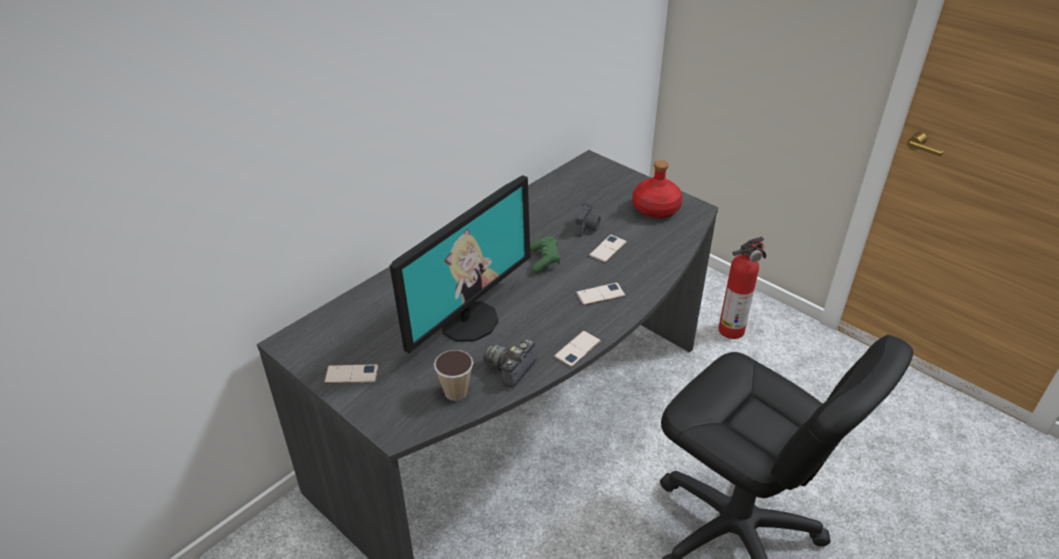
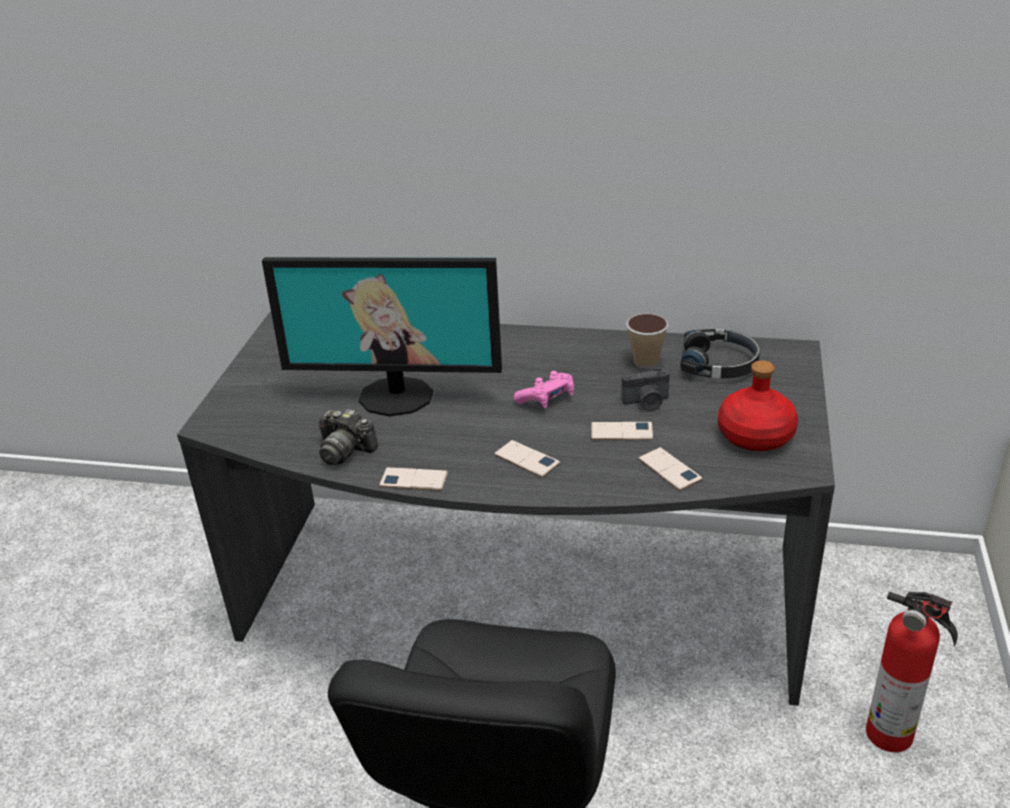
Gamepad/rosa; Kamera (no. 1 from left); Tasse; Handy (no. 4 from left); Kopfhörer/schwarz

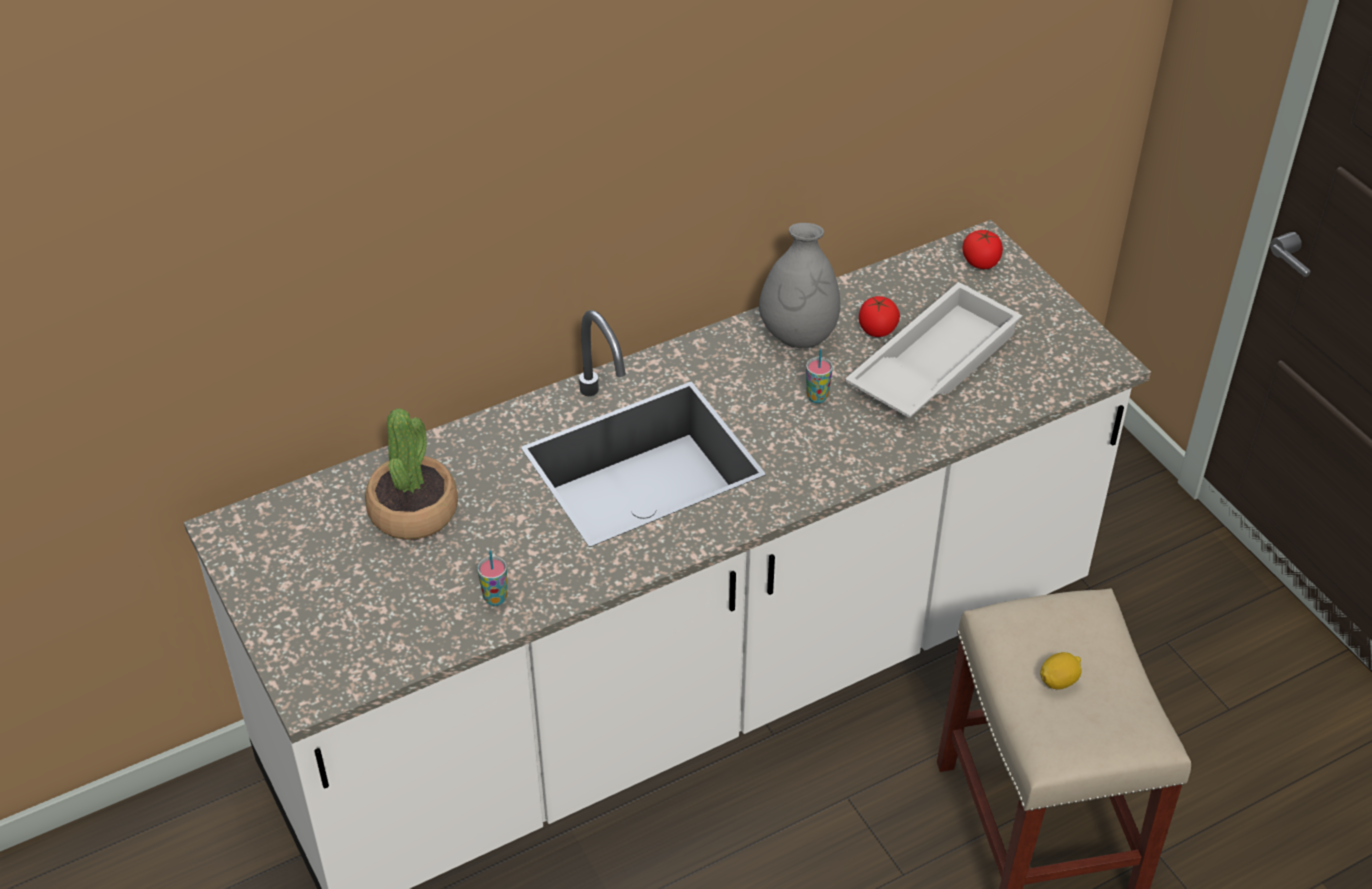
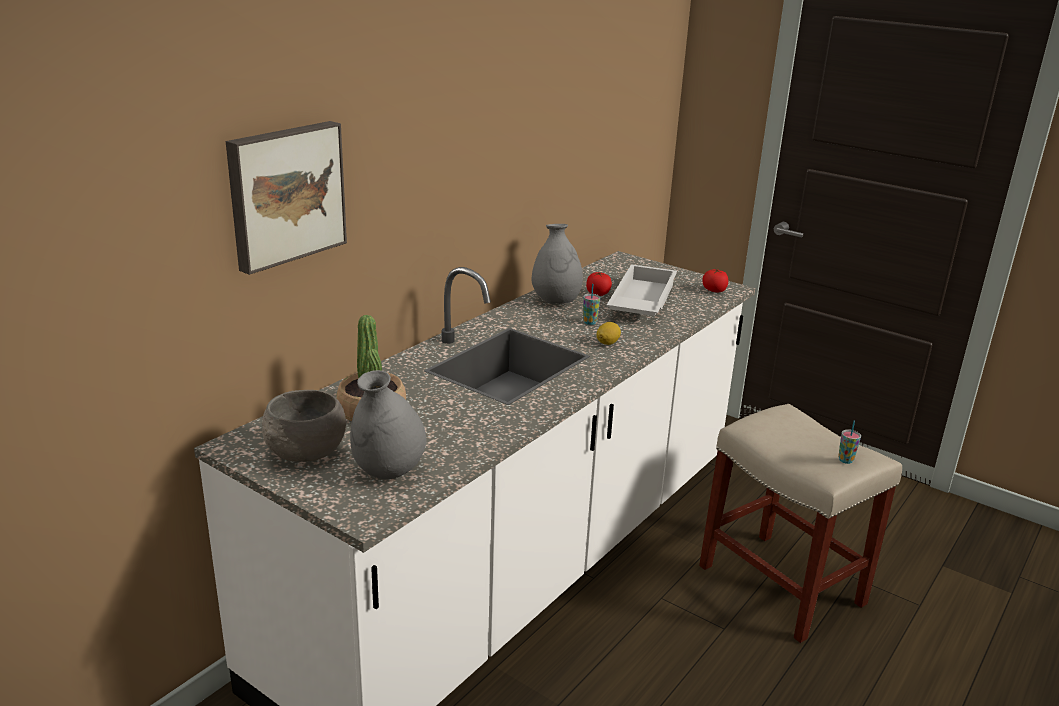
Tomate (no. 2 from left); Tasse (no. 2 from left); Zitrone; Bild; Vase/grau (no. 1 from left); Schüssel/grau

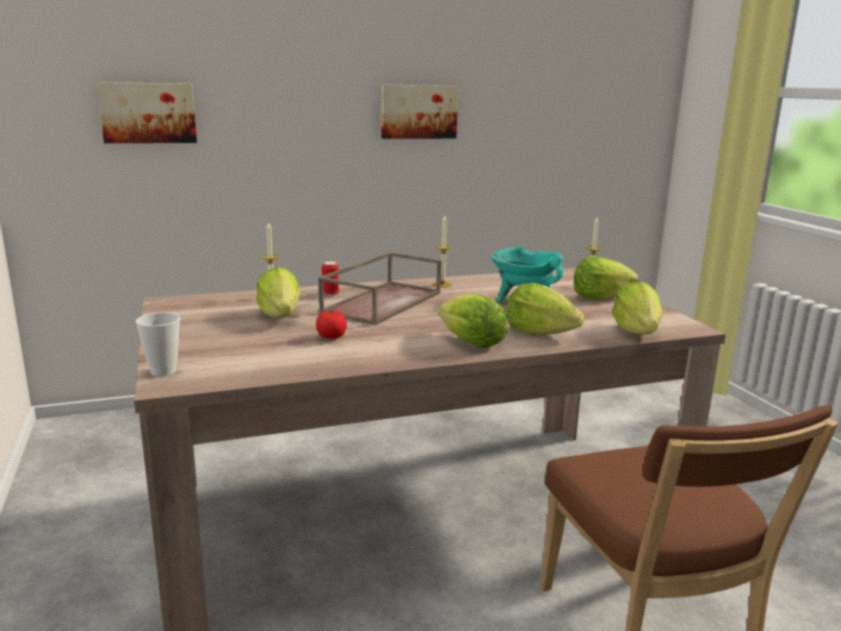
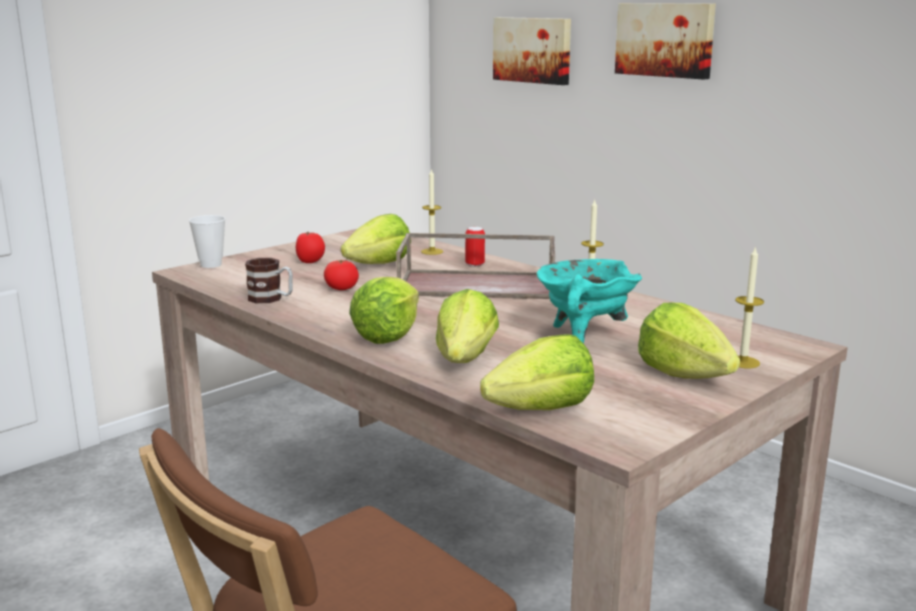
Bild (no. 2 from left); Tomate (no. 1 from left); Henkelbecher

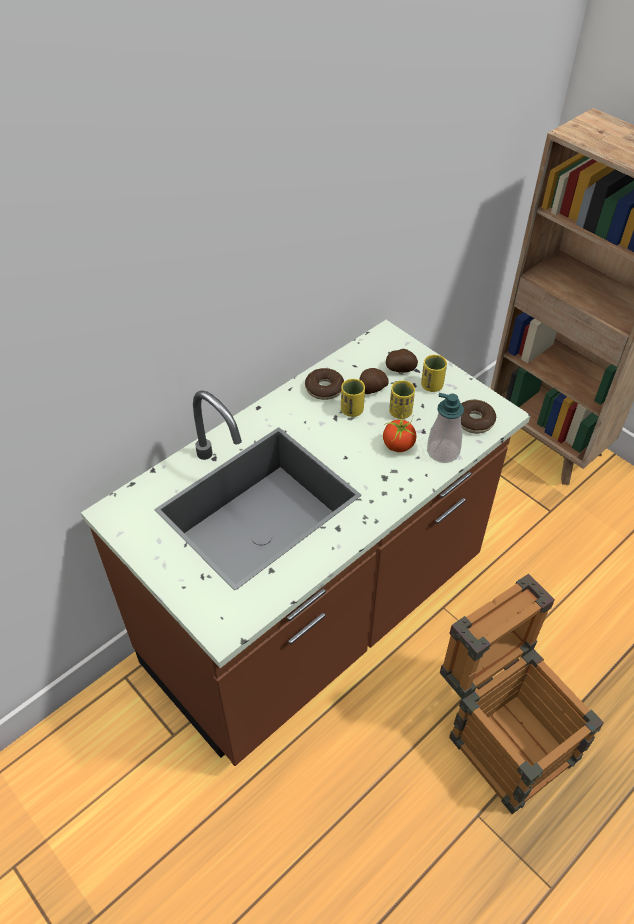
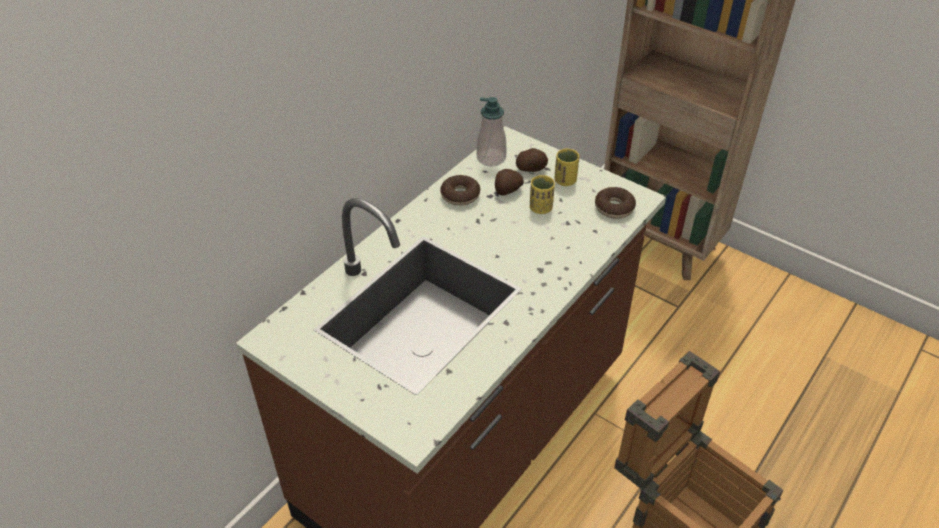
Tasse/gelb (no. 1 from left in the first image); Seifenspender; Tomate

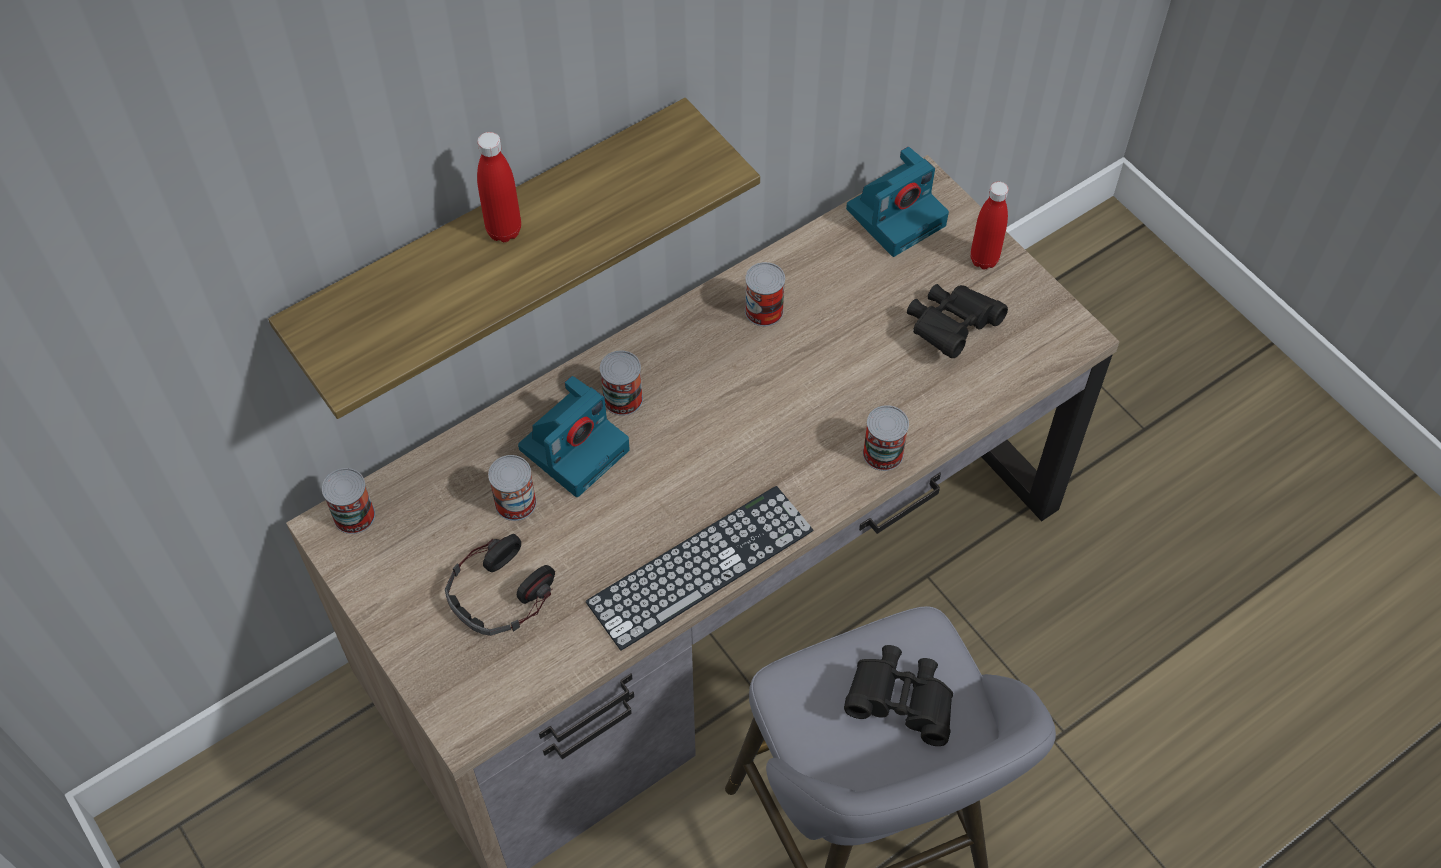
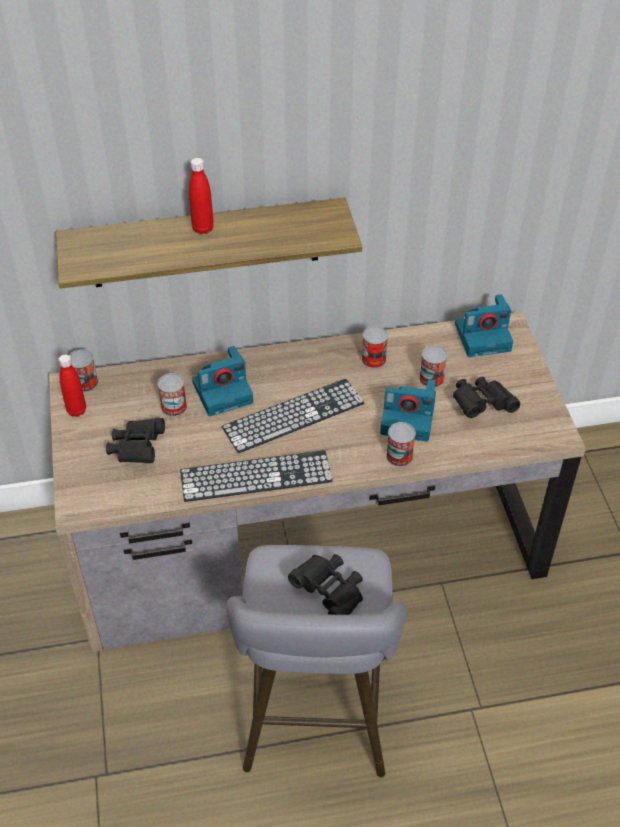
Flasche/rot (no. 1 from left); Dose (no. 5 from left); Fernglas/schwarz (no. 1 from left); Tastatur (no. 2 from left); Kamera (no. 2 from left)

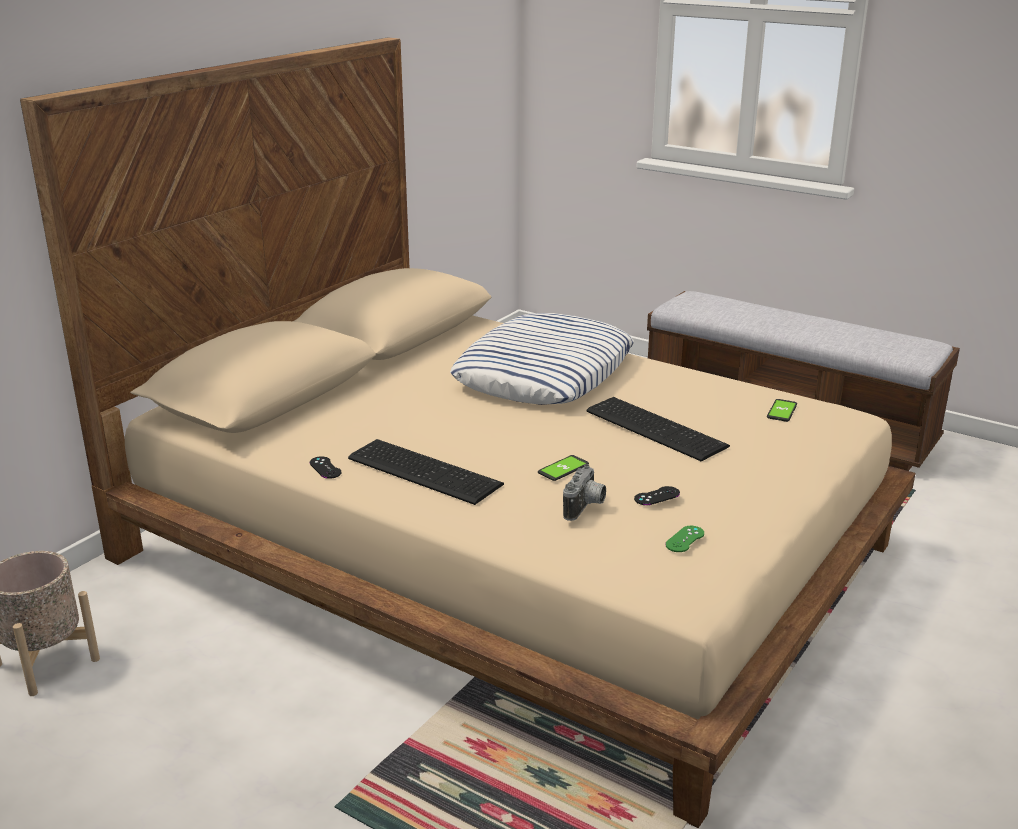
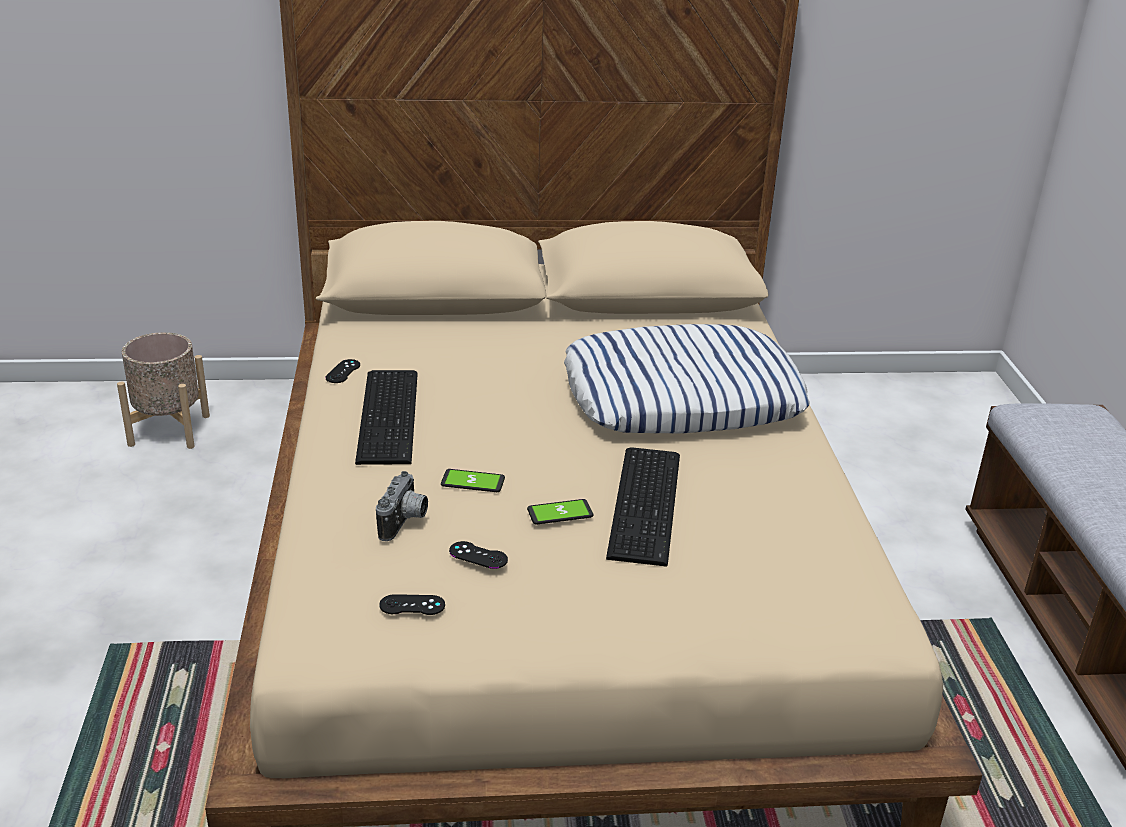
Handy (no. 2 from left); Kamera; Gamepad/schwarz (no. 2 from left)

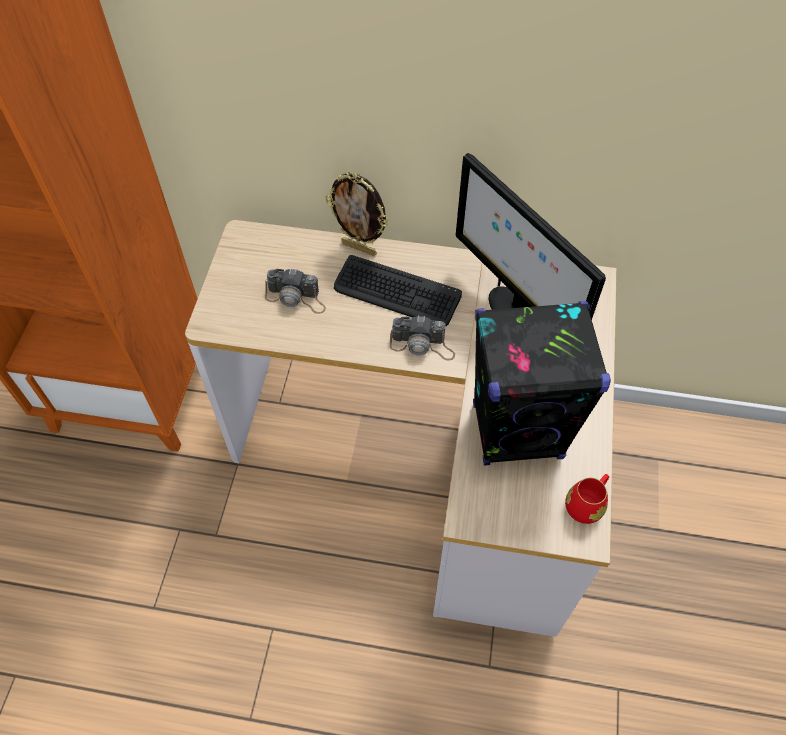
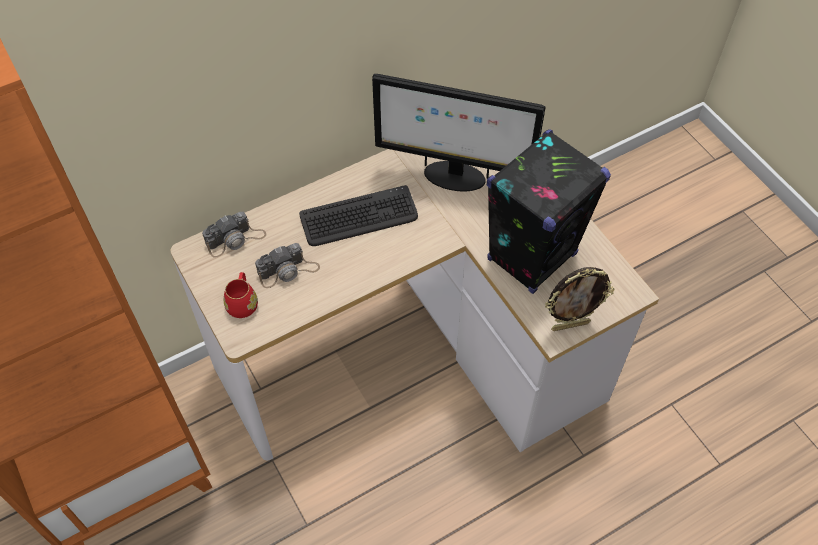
Bilderrahmen; Kamera (no. 1 from left); Henkelbecher/rot

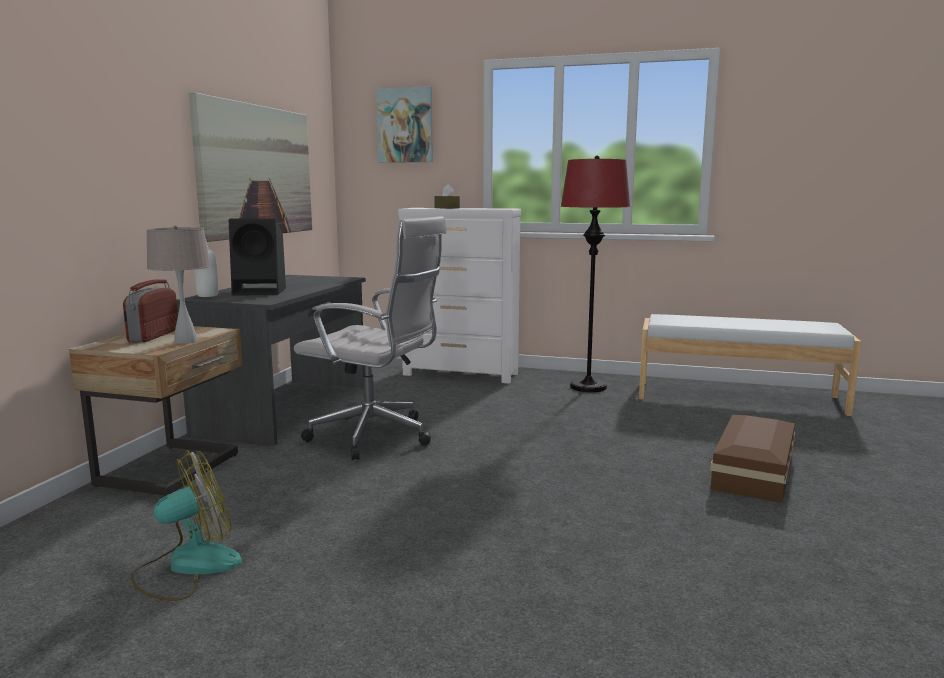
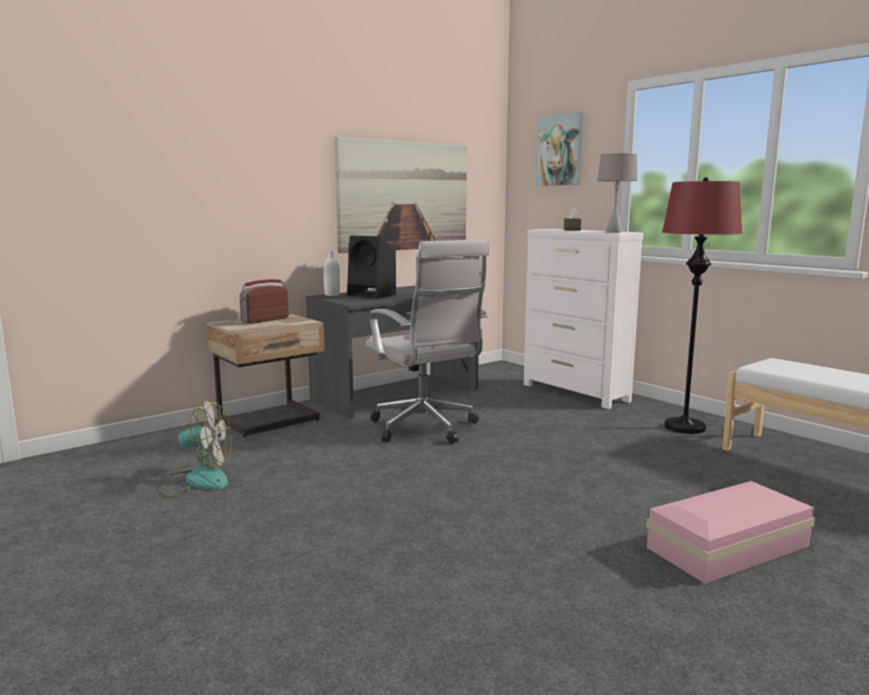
Tischlampe/beige; Aufbewahrungsbox/rosa

